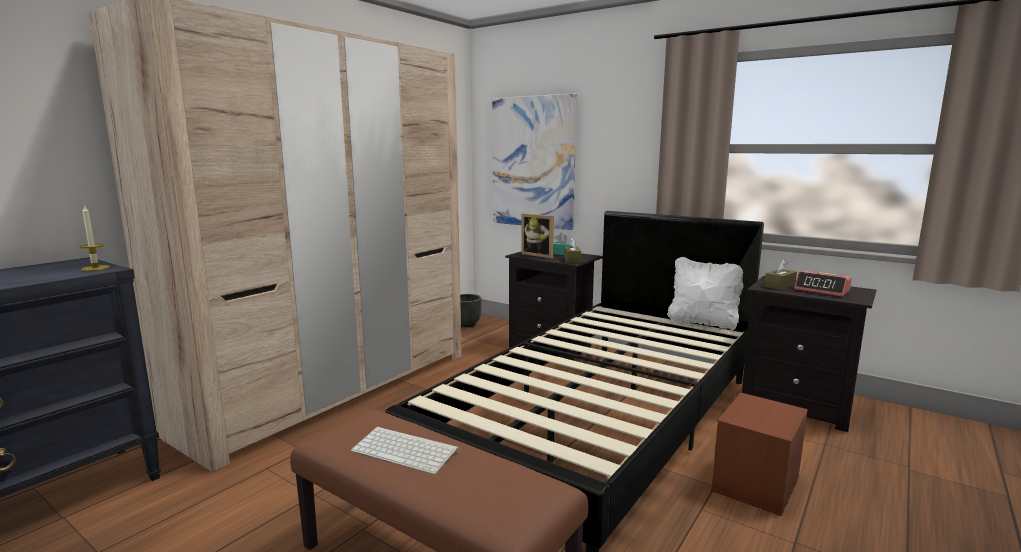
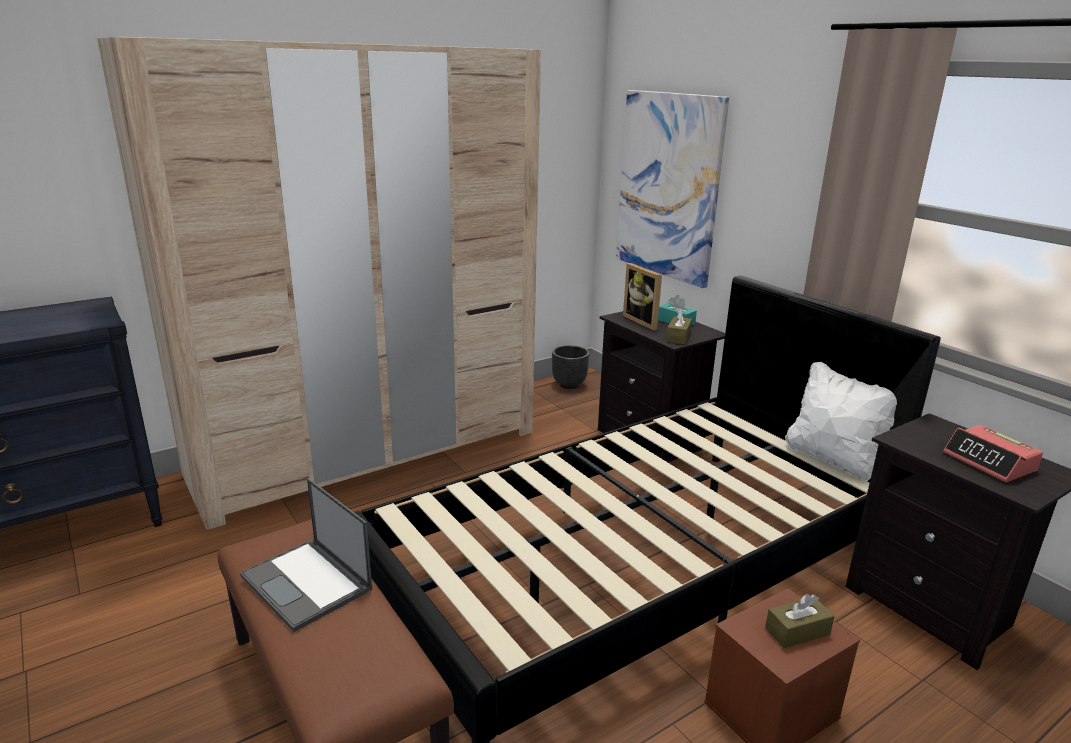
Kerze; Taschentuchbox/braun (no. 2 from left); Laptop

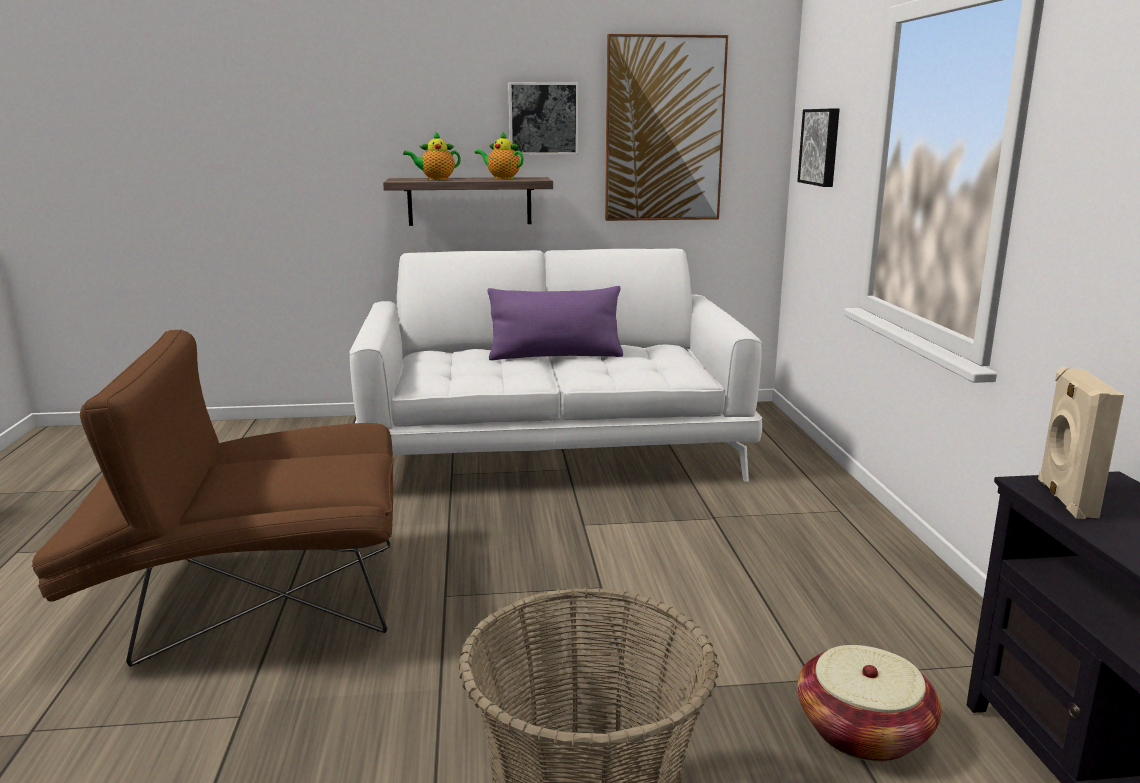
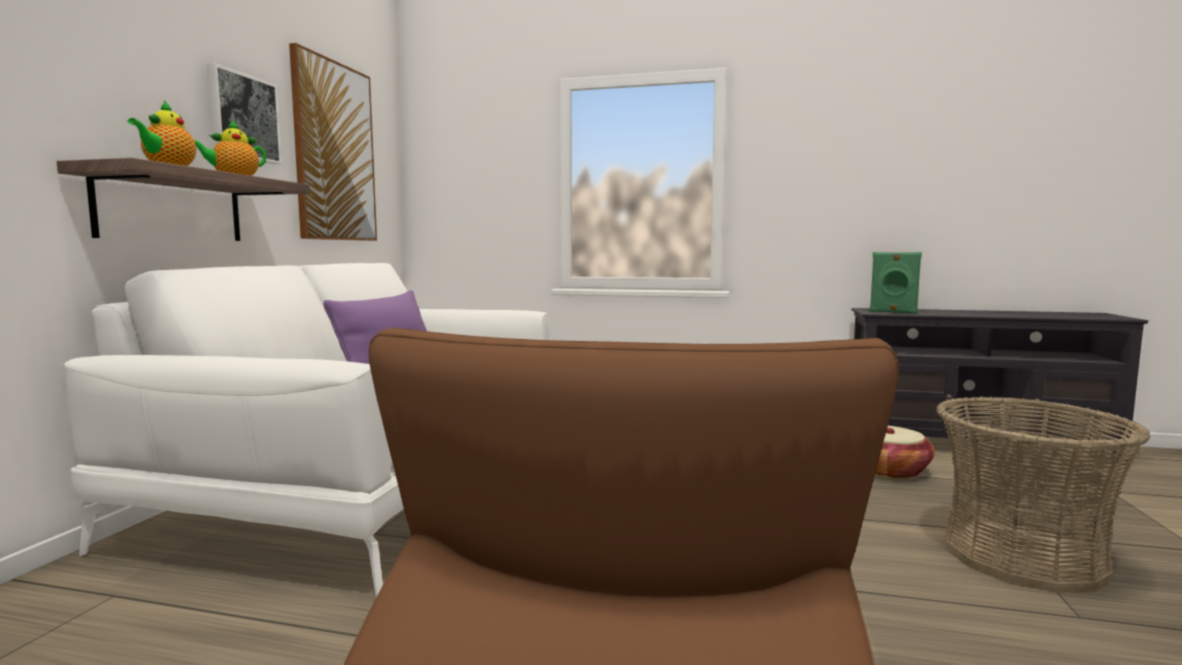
Bild (no. 3 from left in the first image); Lautsprecher/grün

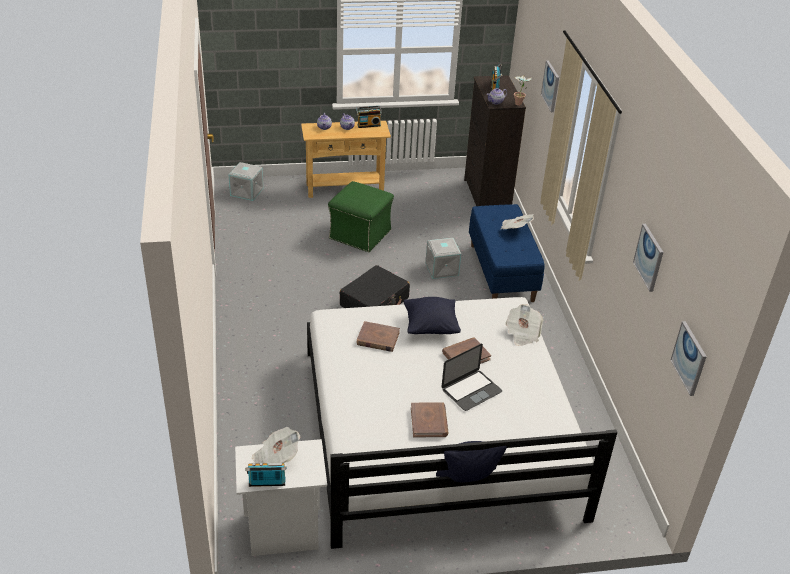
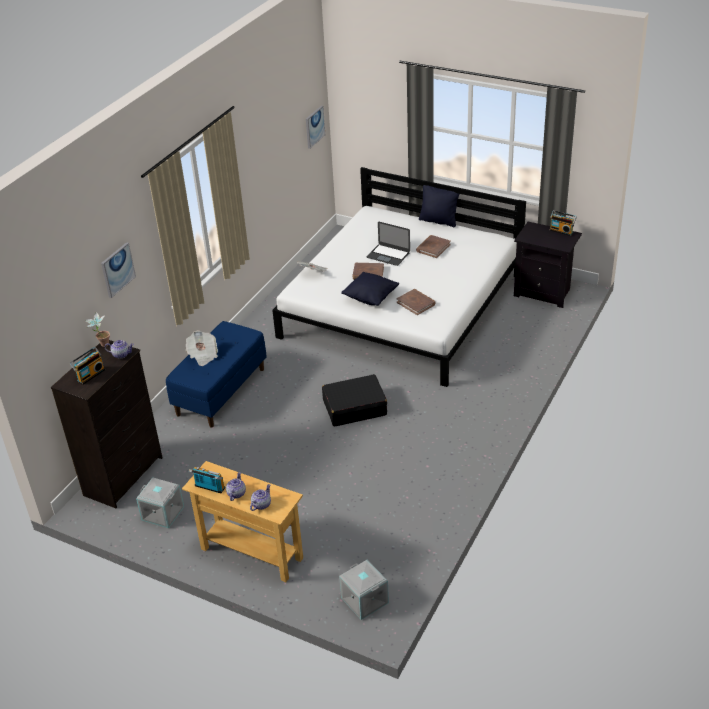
Polsterhocker/grün; Bild (no. 2 from left in the first image); Aufbewahrungsbox/grau (no. 1 from left); Laptop; Zeitung (no. 1 from left in the first image); Nachttisch/schwarz

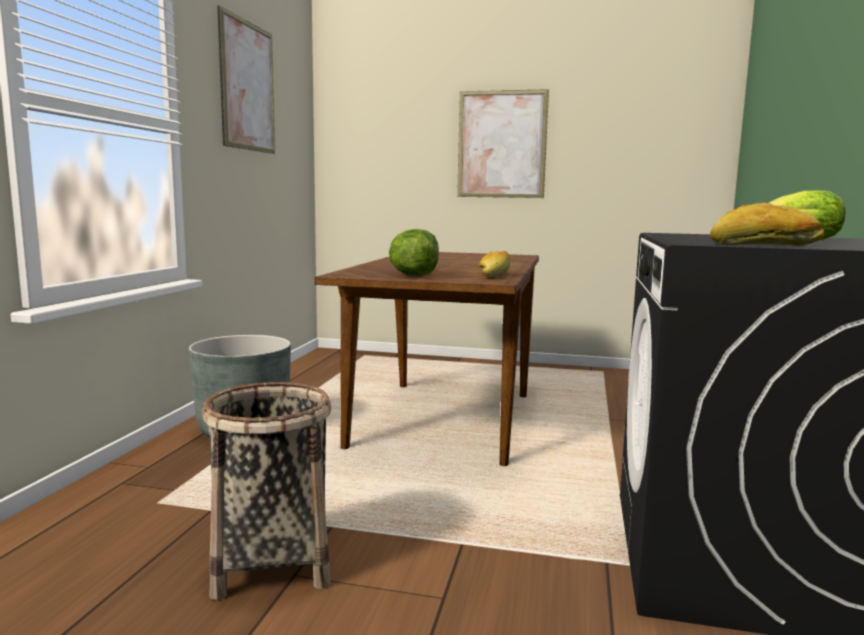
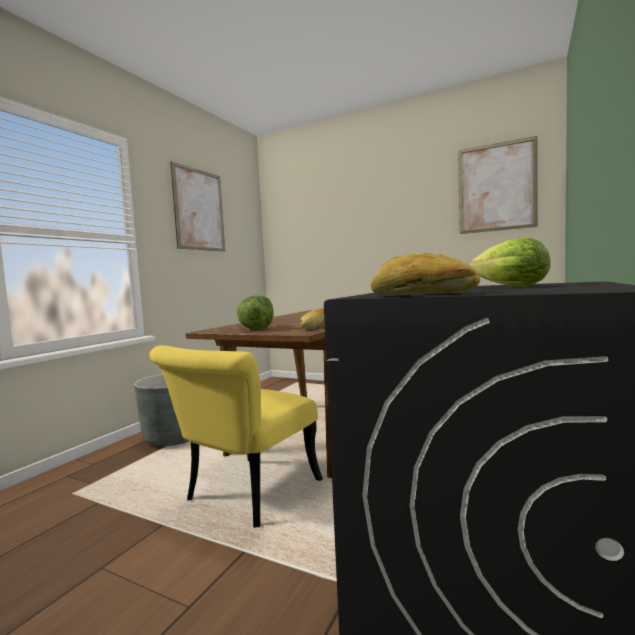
Bild (no. 2 from left); Korb; Stuhl/gelb

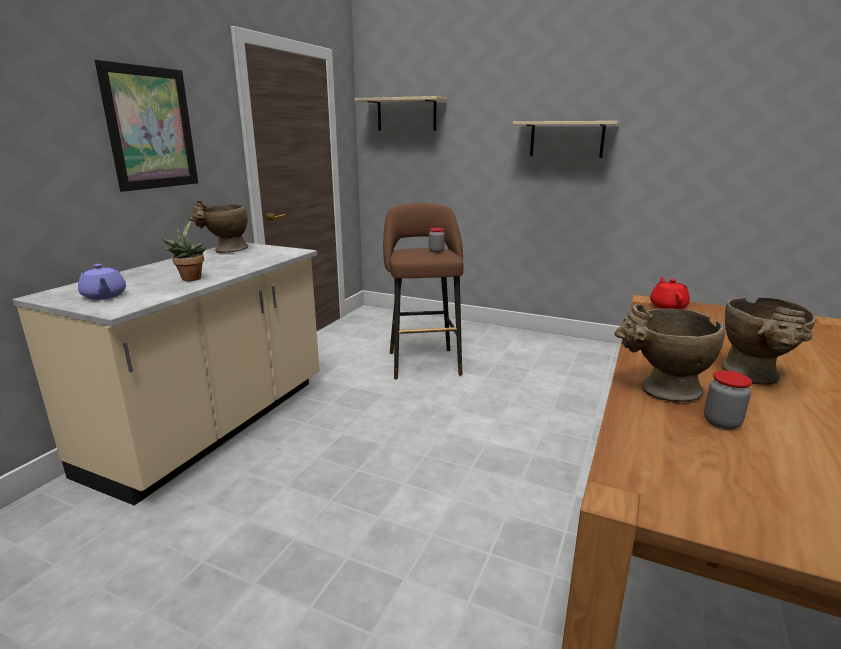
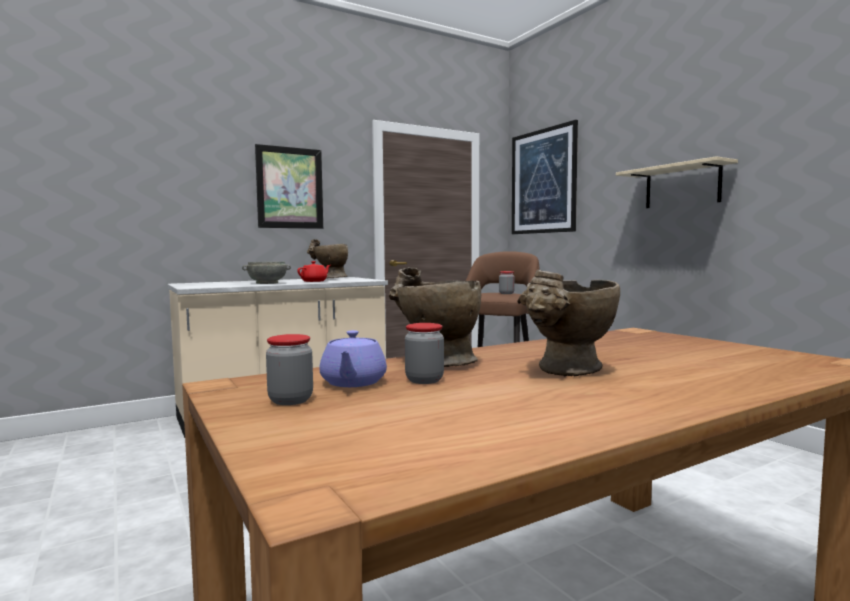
Bild (no. 2 from left); Schüssel/grau; Teekanne/lila; Teekanne/rot; Vorratsglas (no. 1 from left)

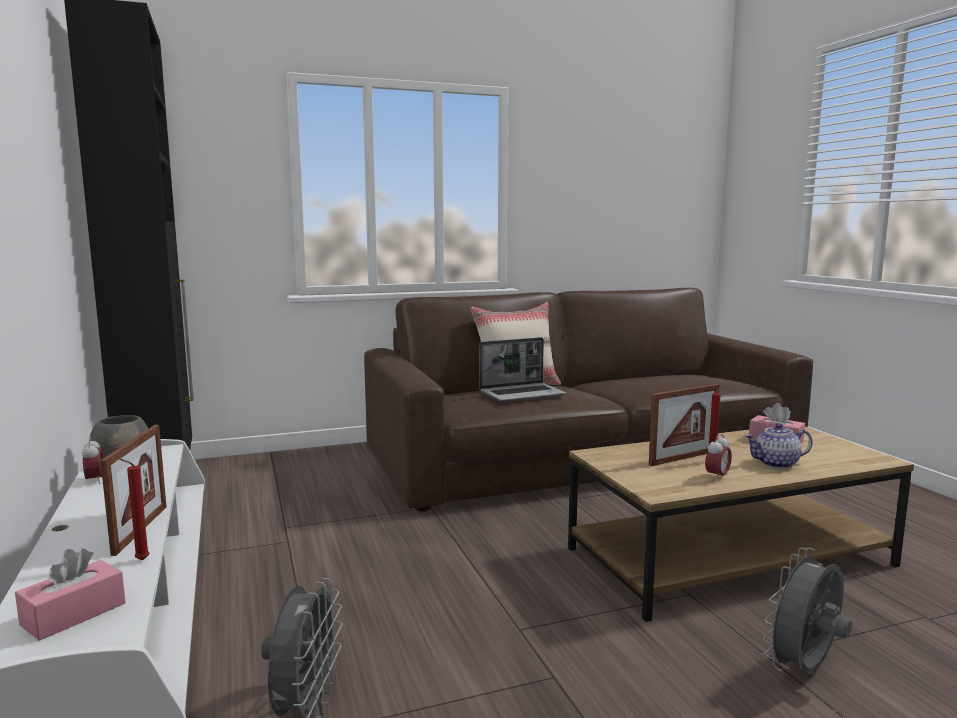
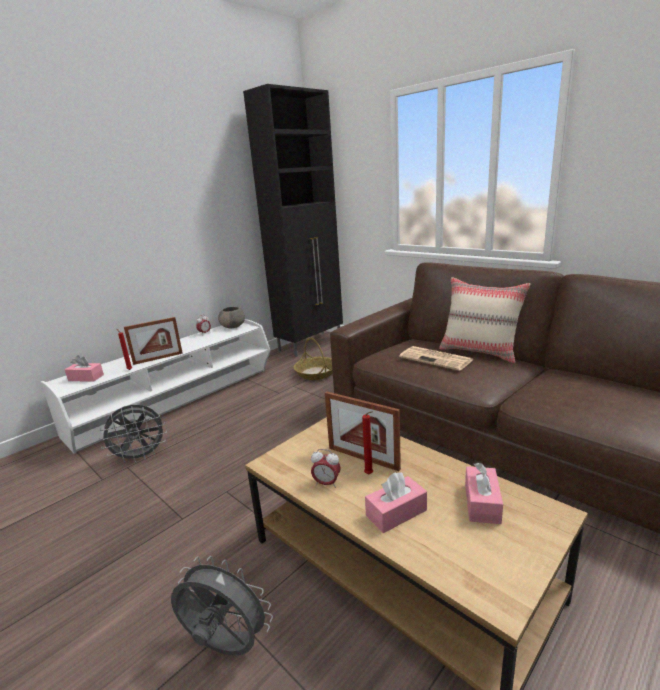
Zeitung; Taschentuchbox/rosa (no. 2 from left); Korb

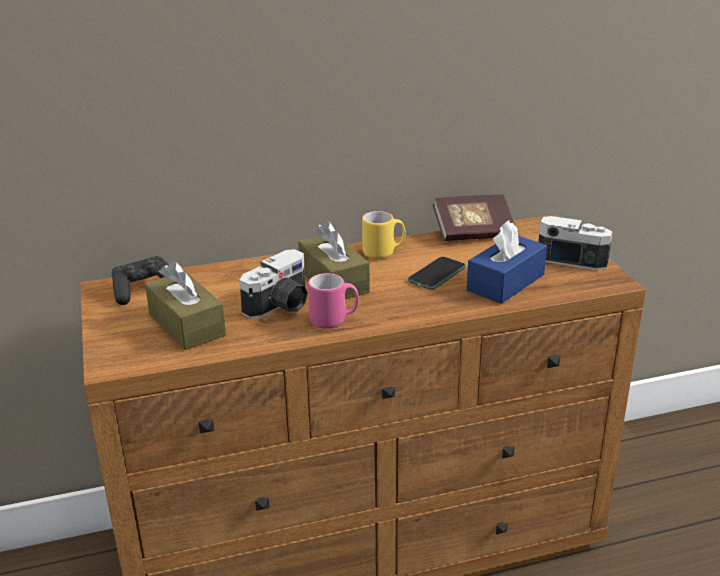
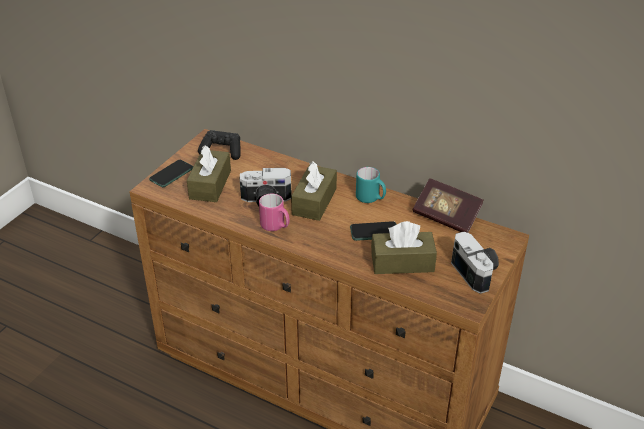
Henkelbecher/türkis; Taschentuchbox/braun (no. 3 from left); Handy (no. 1 from left)

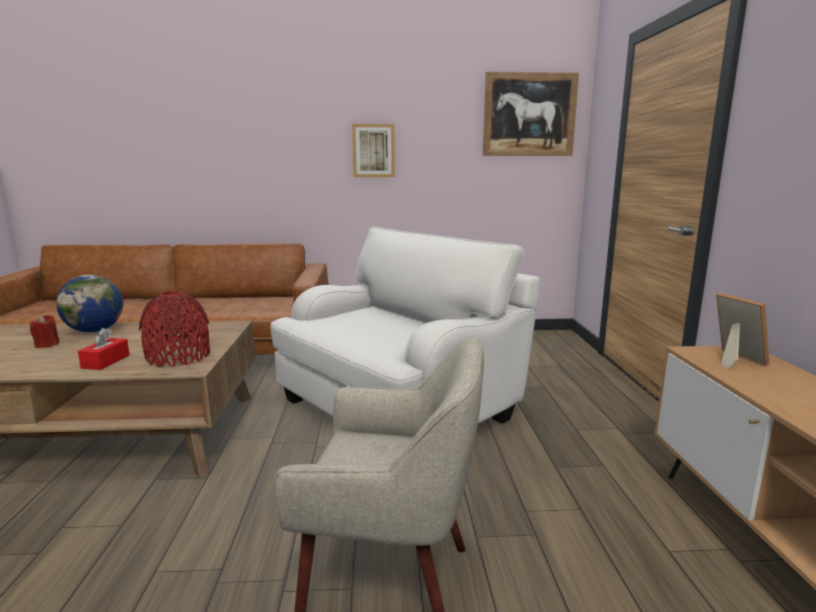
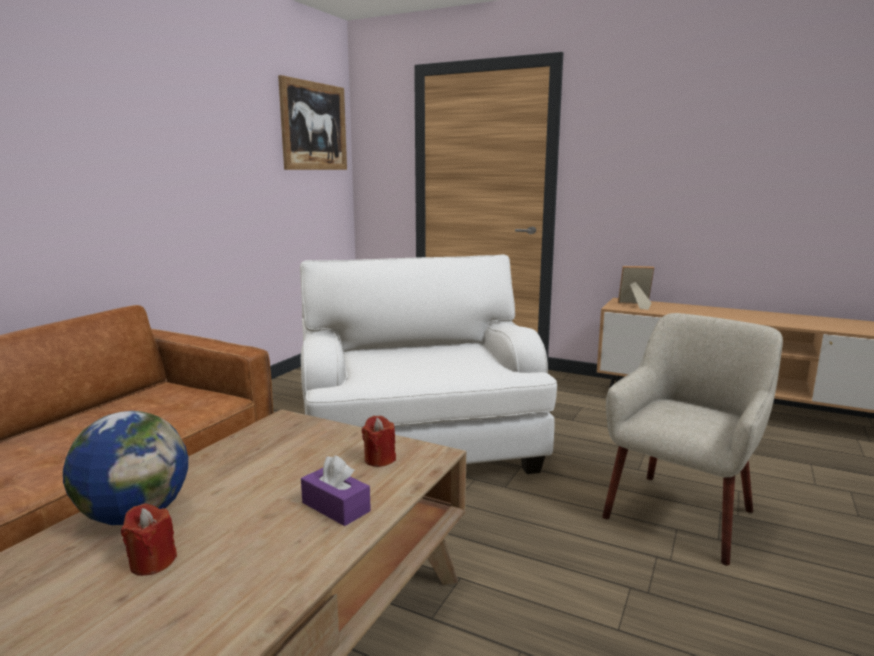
Bild (no. 1 from left in the first image); Kerze/rot (no. 2 from left); Taschentuchbox/lila

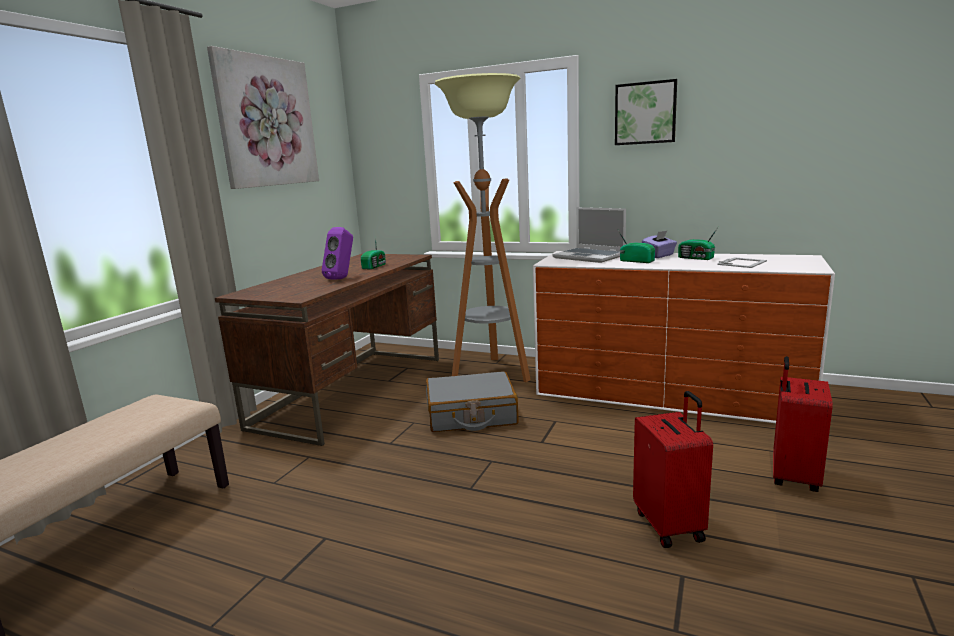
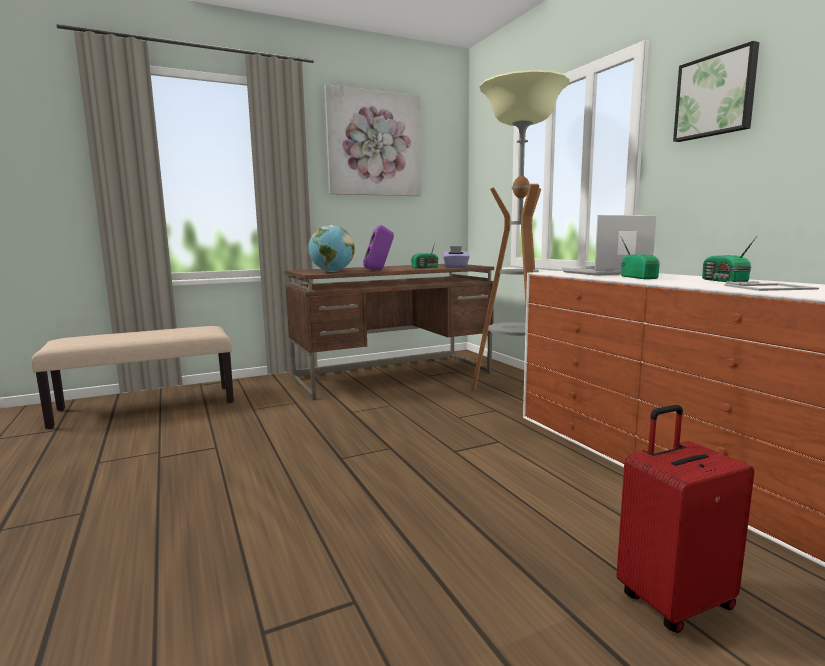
Laptop; Taschentuchbox/lila; Koffer/grau; Koffer/rot (no. 1 from left in the first image); Globus

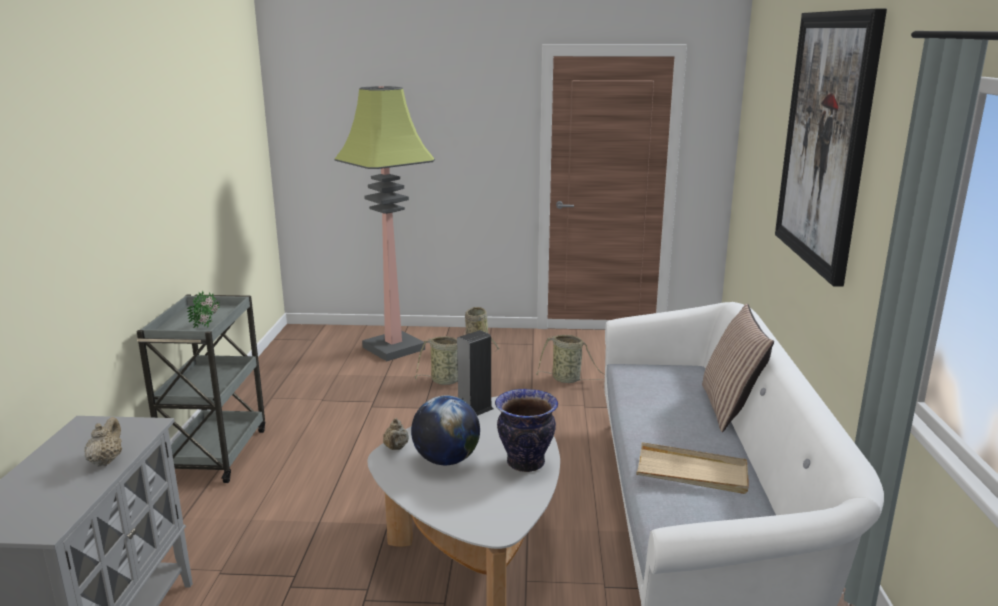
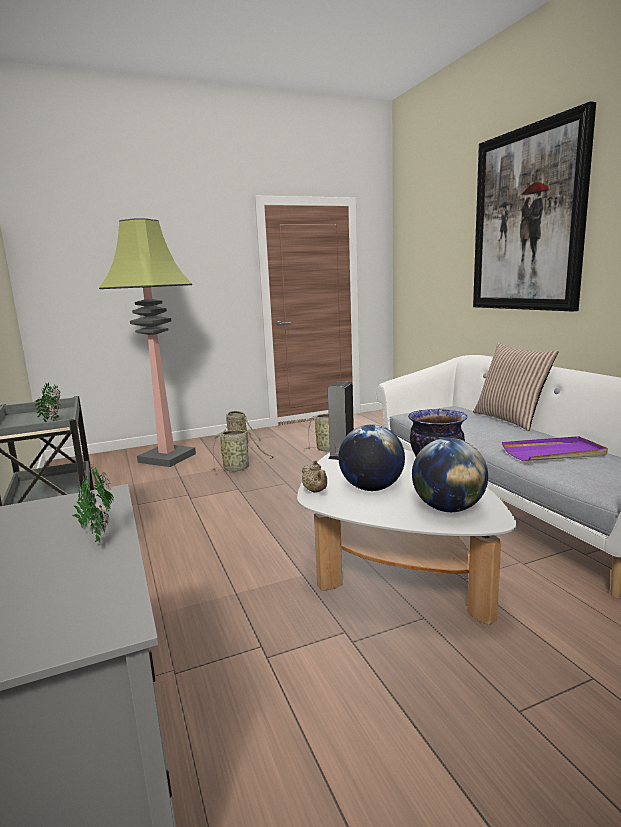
Topfpflanze (no. 2 from left); Tablett/lila; Globus (no. 2 from left)

